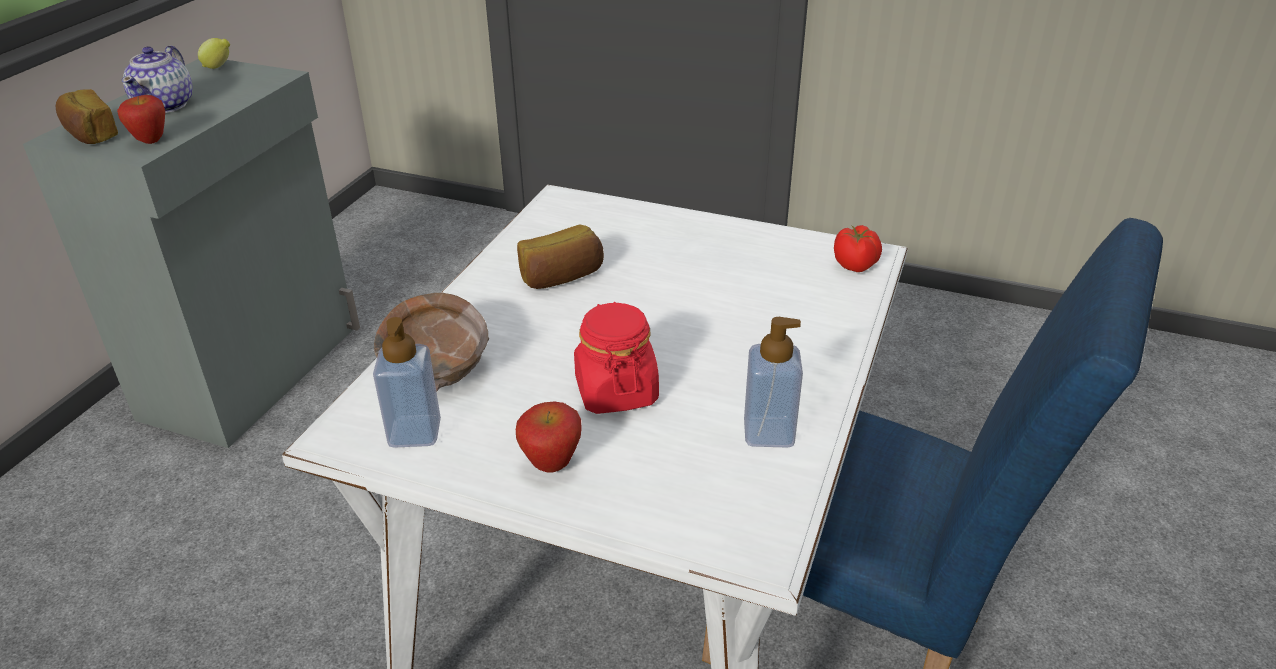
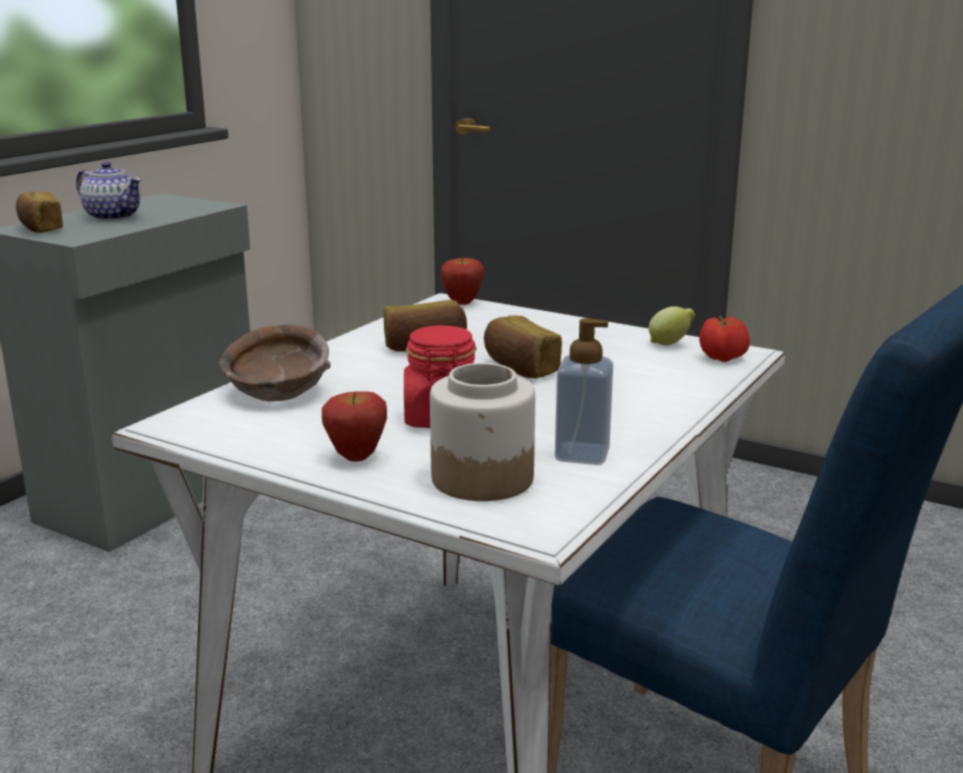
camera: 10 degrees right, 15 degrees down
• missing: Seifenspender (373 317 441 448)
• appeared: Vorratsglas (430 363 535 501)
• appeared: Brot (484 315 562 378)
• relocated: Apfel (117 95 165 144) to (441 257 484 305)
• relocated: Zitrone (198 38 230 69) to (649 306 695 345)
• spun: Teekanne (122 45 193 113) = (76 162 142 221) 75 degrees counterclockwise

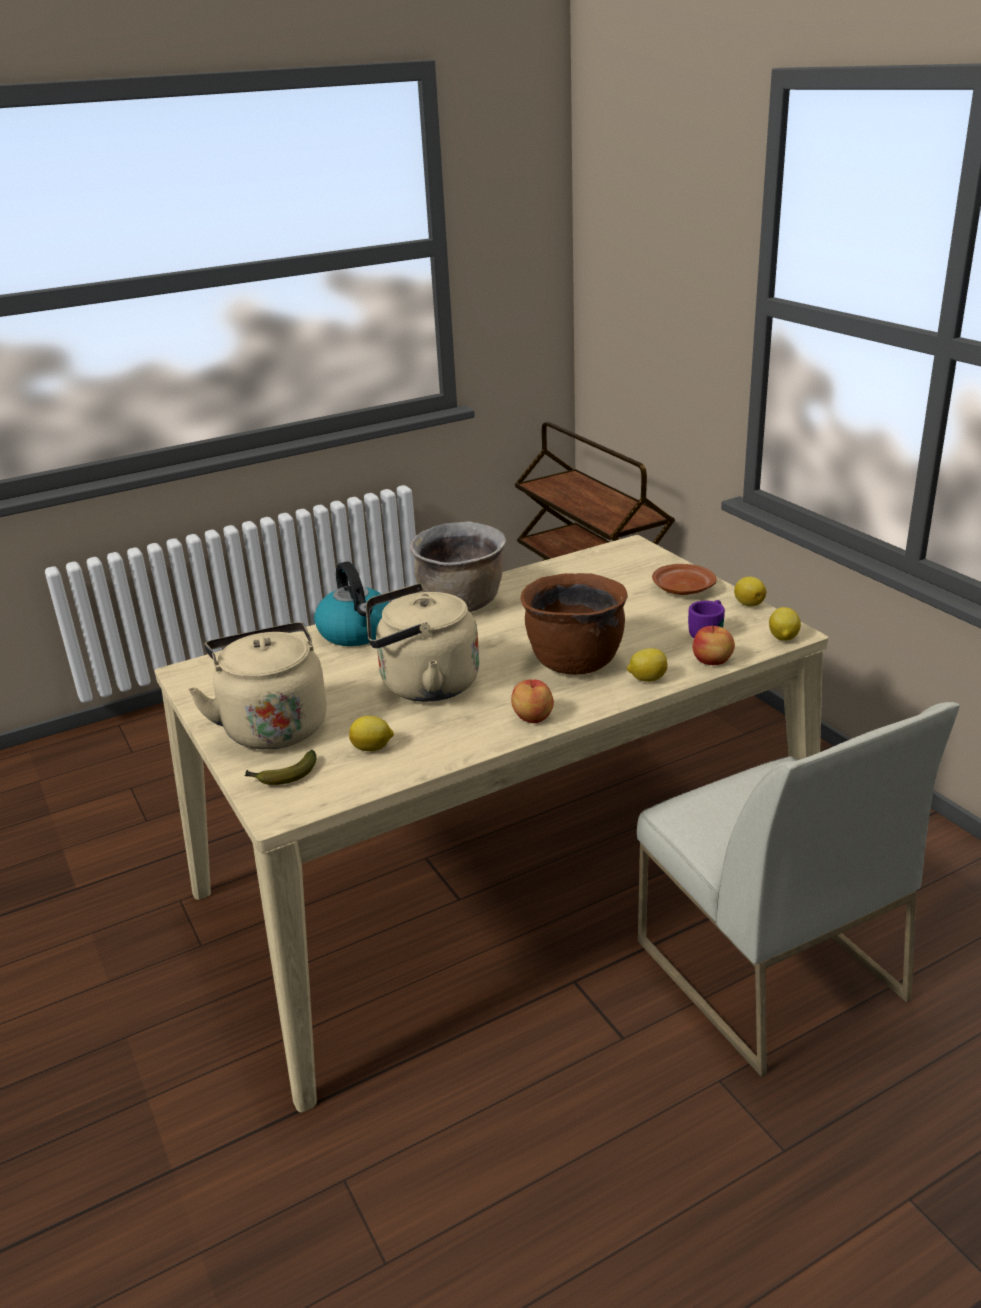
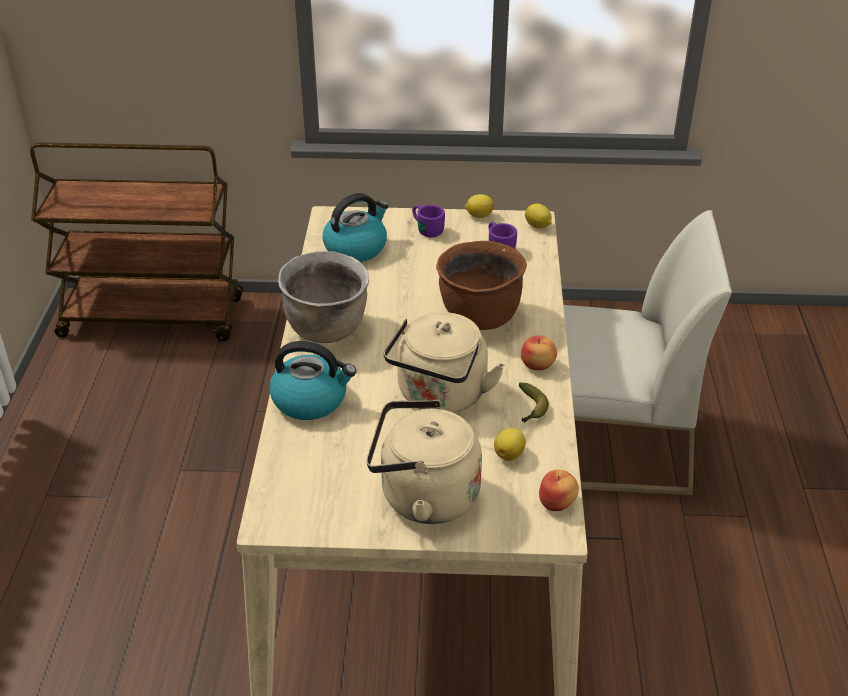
camera: 60 degrees left, 10 degrees up
• missing: Zitrone (627 648 667 682)
• appeared: Wasserkessel (323 193 388 262)
• relocated: Banane (245 750 317 785) to (519 382 549 423)
• relocated: Apfel (692 626 735 665) to (539 470 579 511)
• exchanged: Teller [braun] (652 564 717 595) to Henkelbecher [lila] (412 205 445 237)

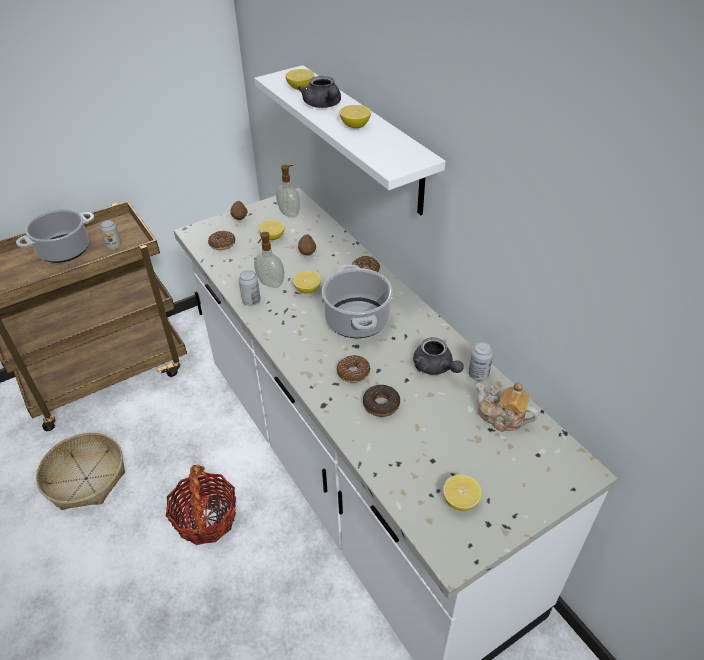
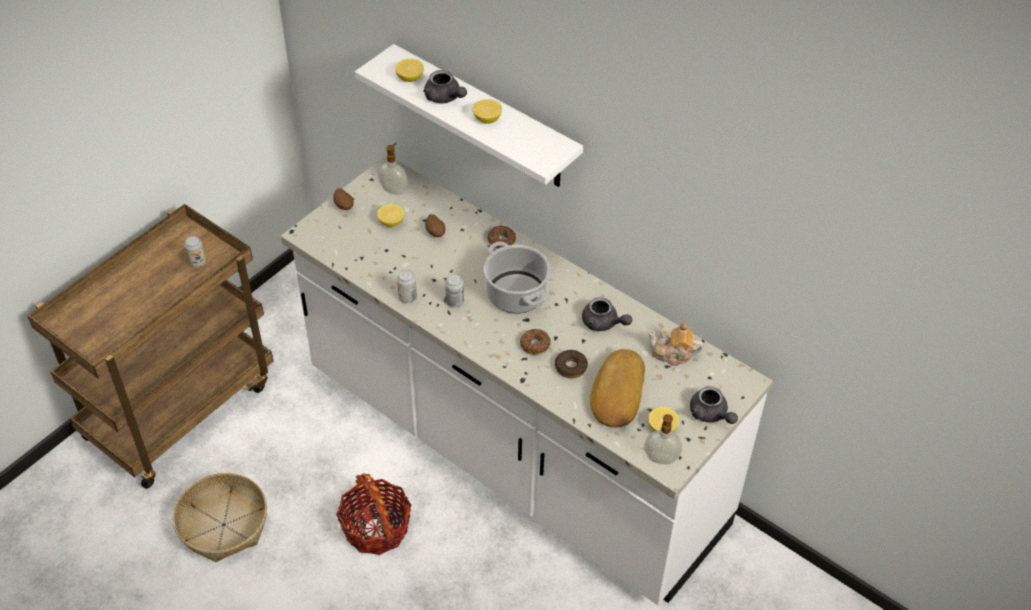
camera: 20 degrees left, 5 degrees up
• missing: Kochtopf (16 209 94 263)
• missing: Donut (208 231 236 250)
• missing: Zitrone (293 271 321 293)
• appeared: Brot (590 349 645 428)
• appeared: Teekanne [grau] (690 386 738 424)
• relocated: Seifenspender (254 232 284 288) to (644 414 682 464)
• relocated: Dose (468 342 493 381) to (445 274 464 308)

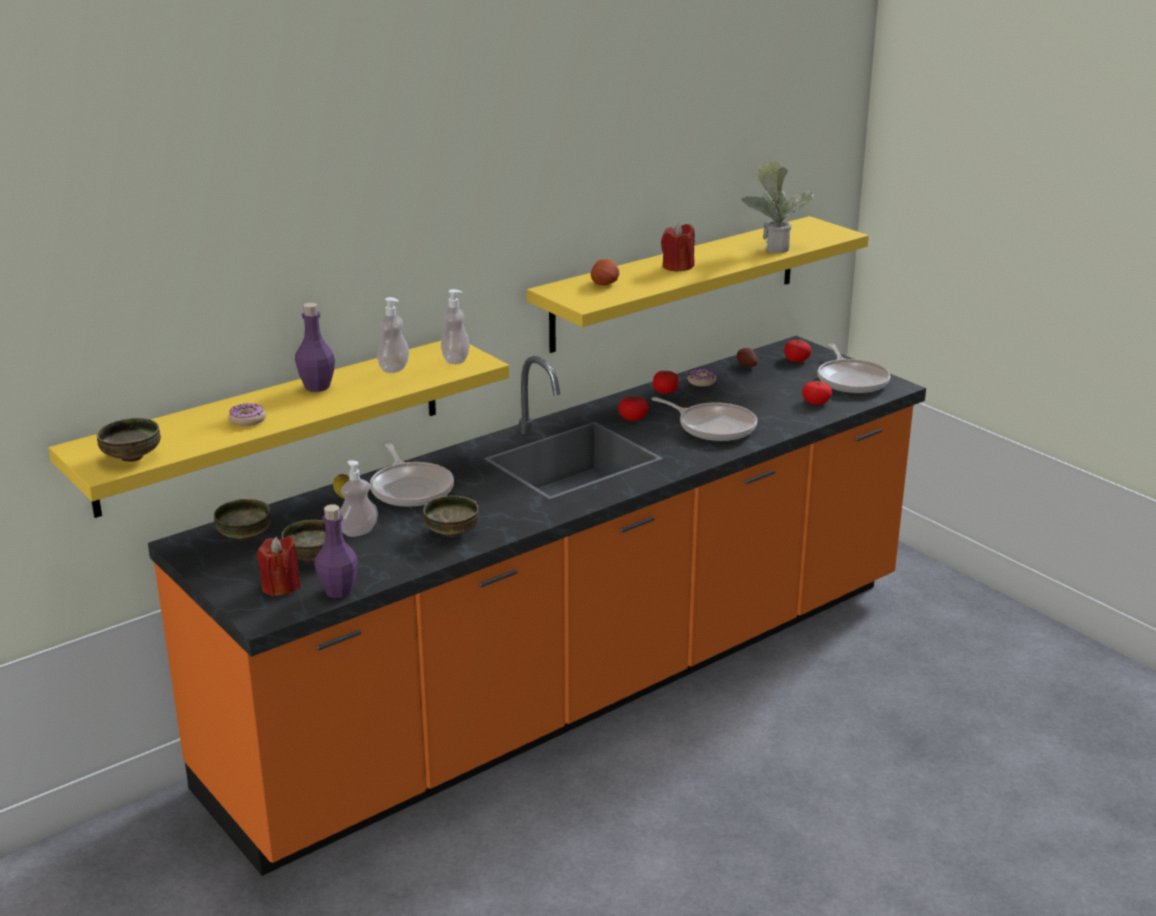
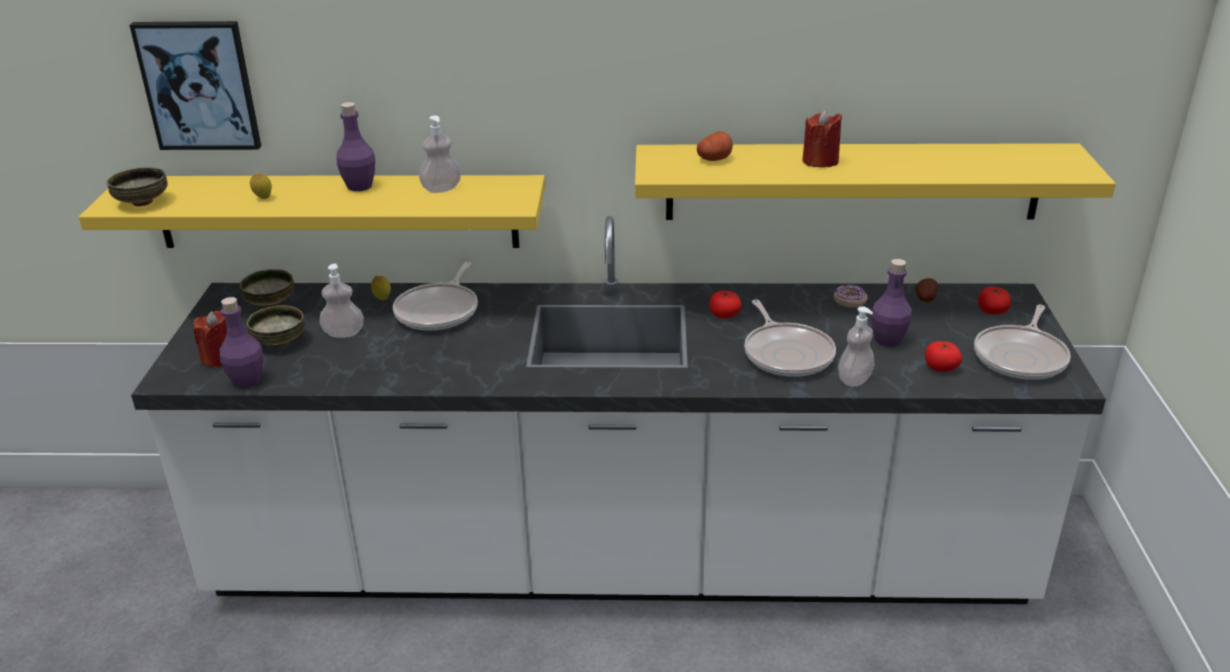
camera: 40 degrees right, 5 degrees up
• missing: Schüssel (423 496 479 537)
• missing: Tomate (653 371 679 394)
• missing: Topfpflanze (741 160 814 253)
• appeared: Bild (130 21 261 150)
• appeared: Flasche [lila] (871 259 912 347)
• relocated: Seifenspender (441 289 470 364) to (838 306 875 387)
• exchanged: Donut (229 403 266 426) to Zitrone (250 173 272 199)
• colour: Küchenzeile [orange] (148 336 926 876) to Küchenzeile [weiß] (131 216 1106 604)

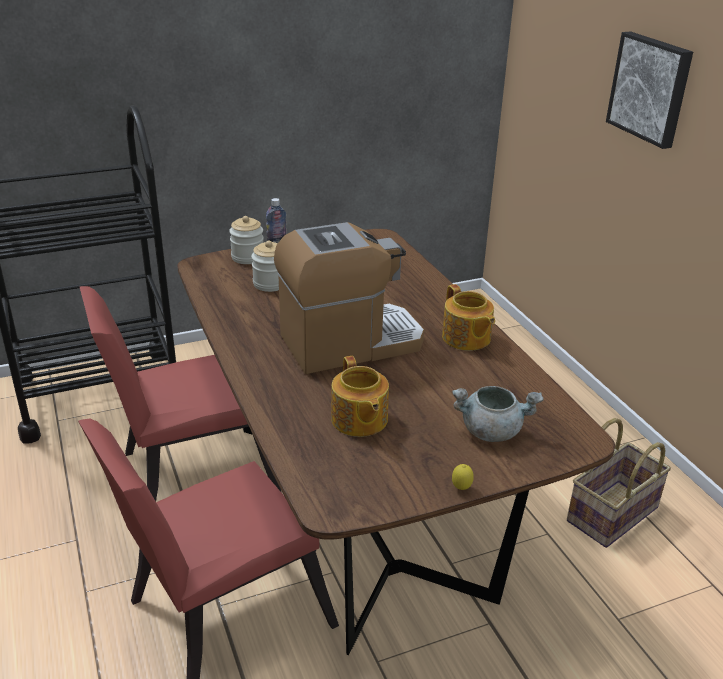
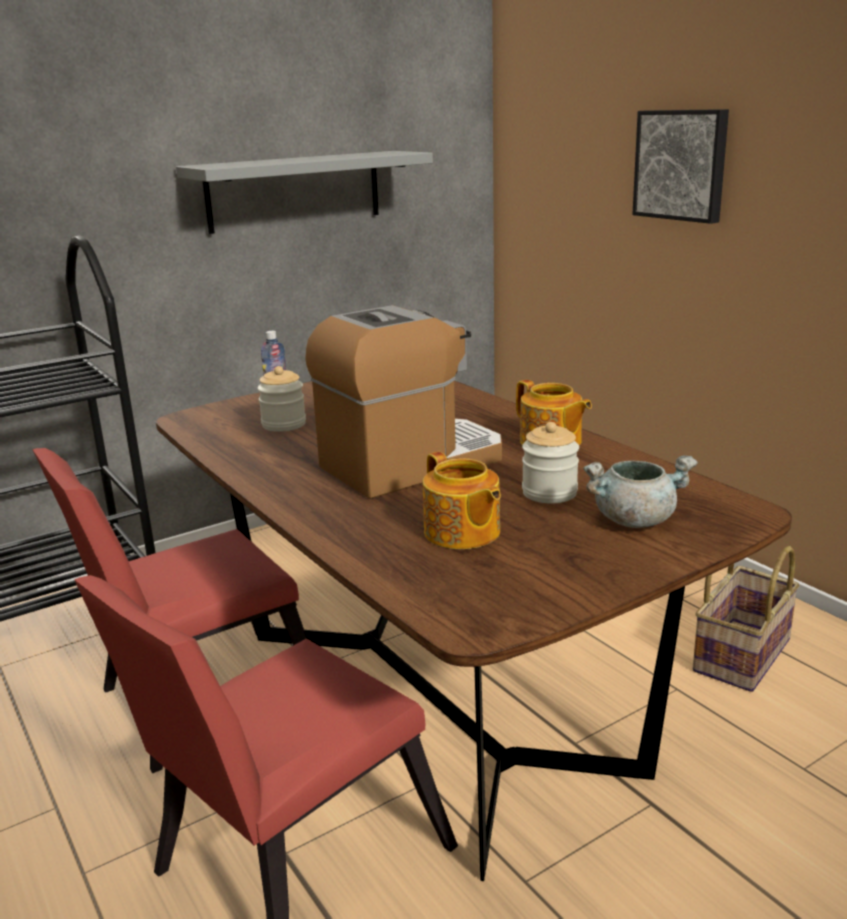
camera: 10 degrees left, 10 degrees down
• missing: Zitrone (452 464 474 490)
• appeared: Wandregal [grau] (176 151 433 234)
• relocated: Vorratsglas (229 216 264 264) to (522 422 579 503)

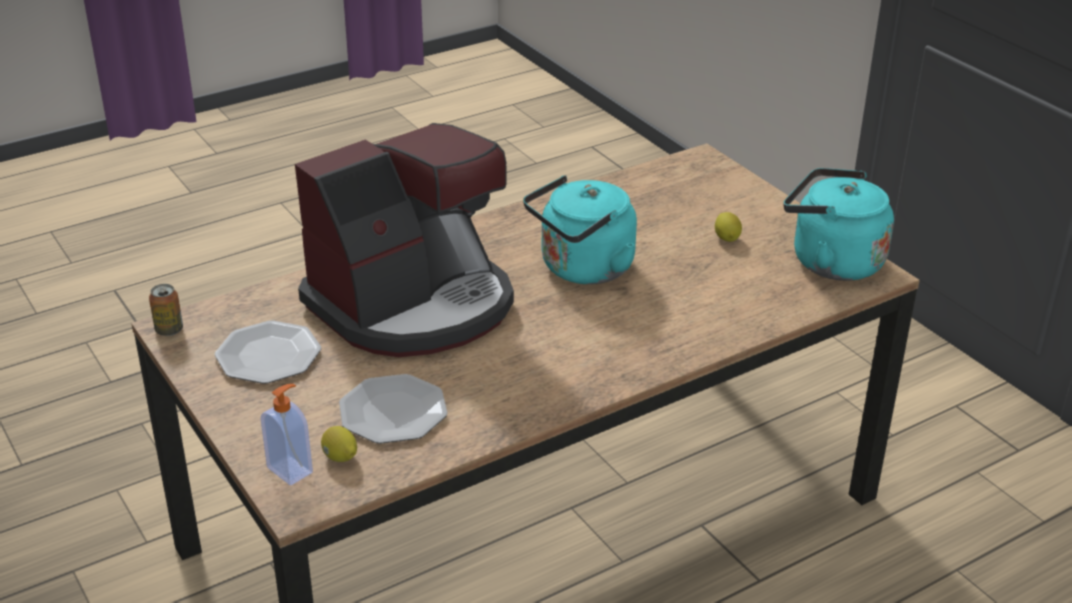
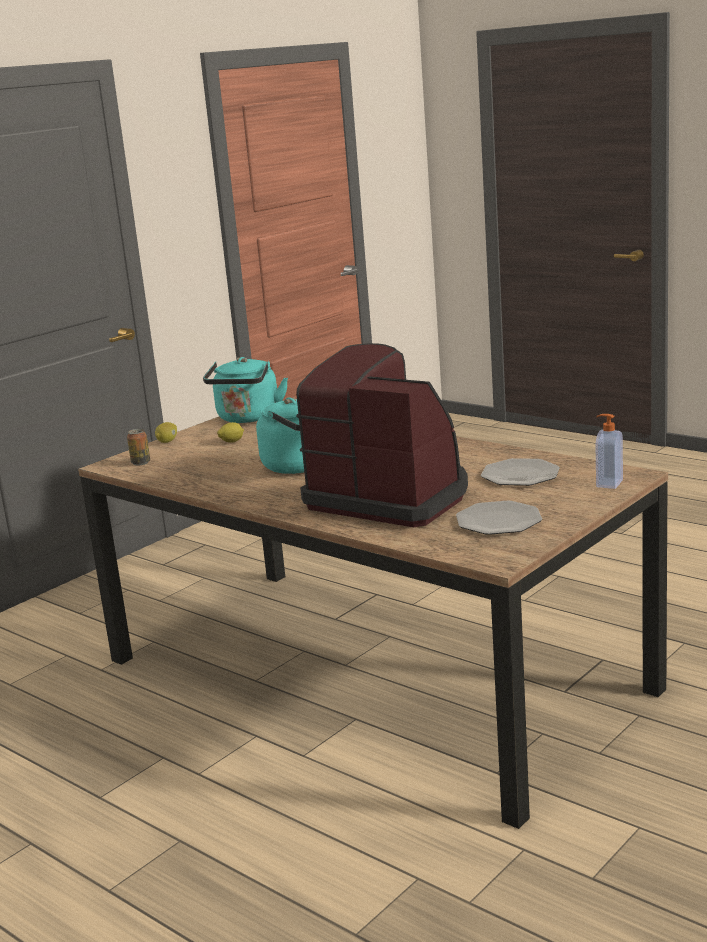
camera: 105 degrees left, 15 degrees down
• relocated: Dose (149 284 183 336) to (127 429 150 466)
• relocated: Zitrone (321 426 357 462) to (155 422 177 443)

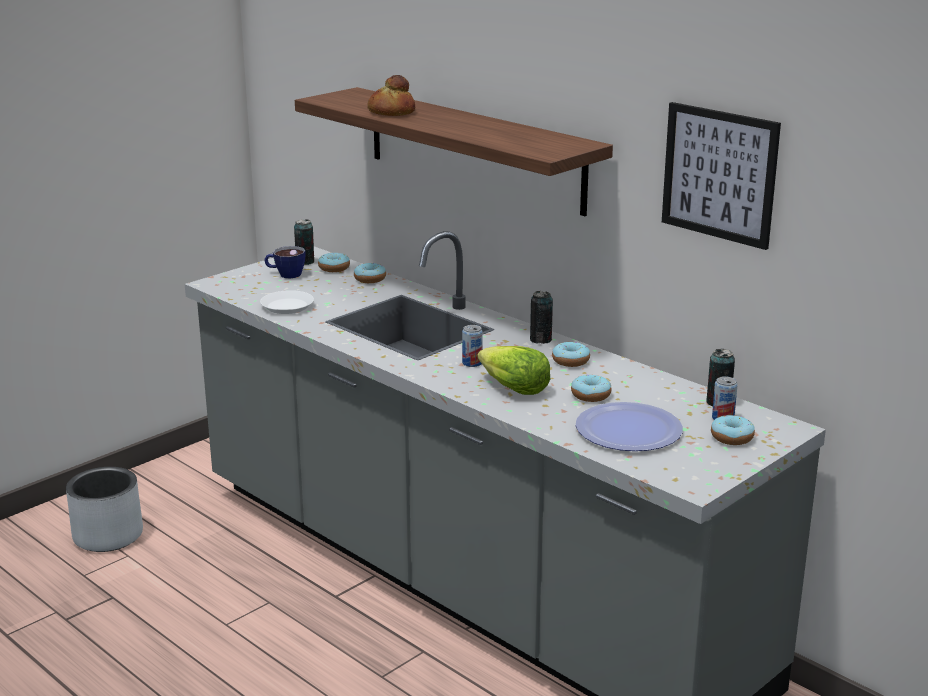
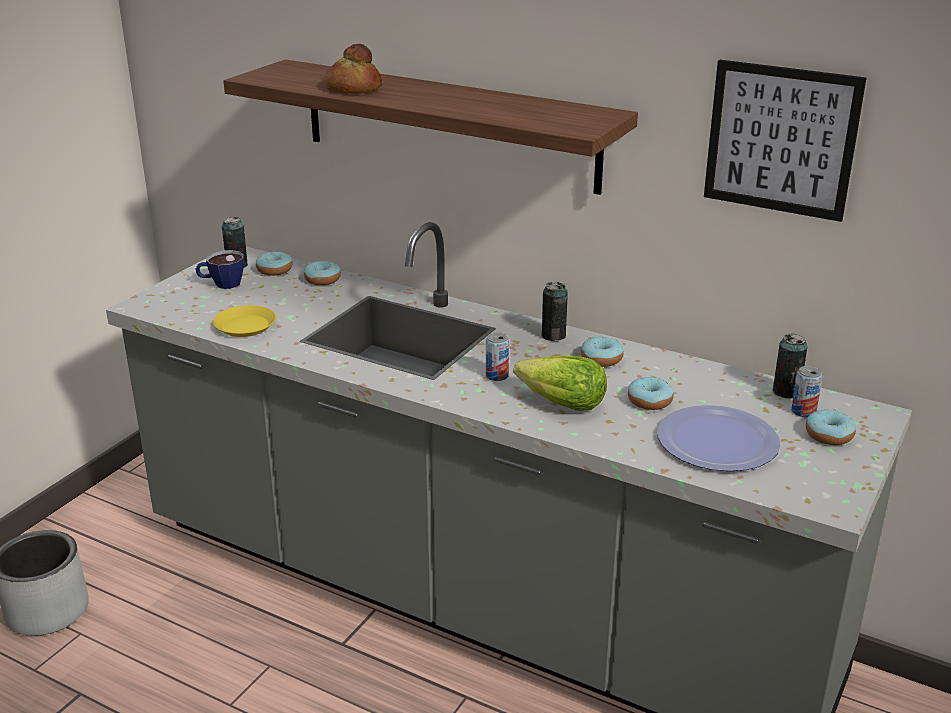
camera: 15 degrees left, 5 degrees up
• colour: Teller [weiß] (260 290 314 314) to Teller [gelb] (213 305 276 337)

